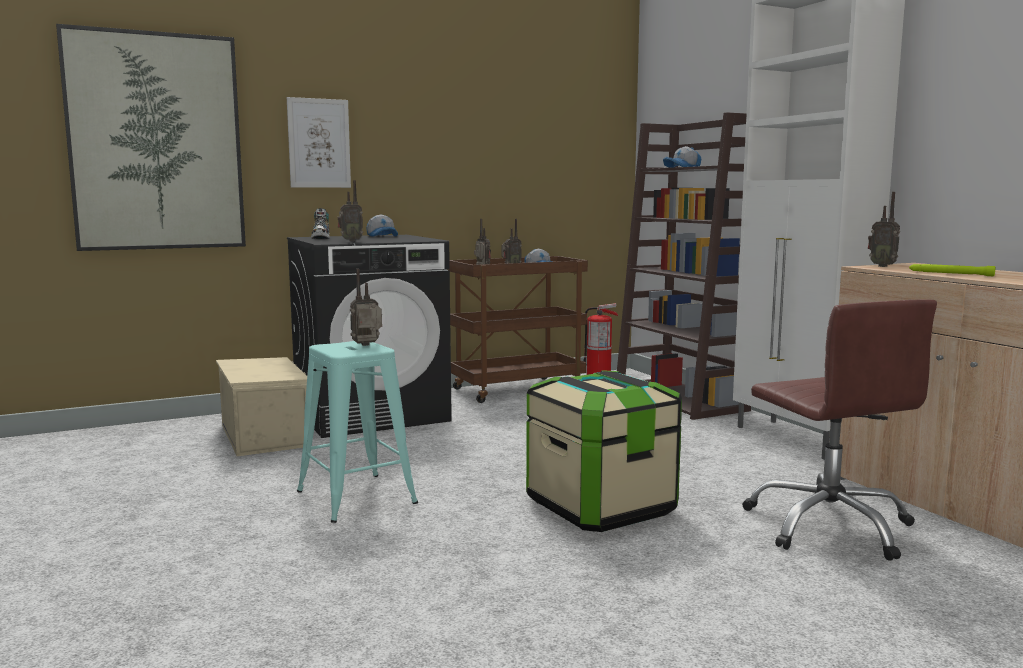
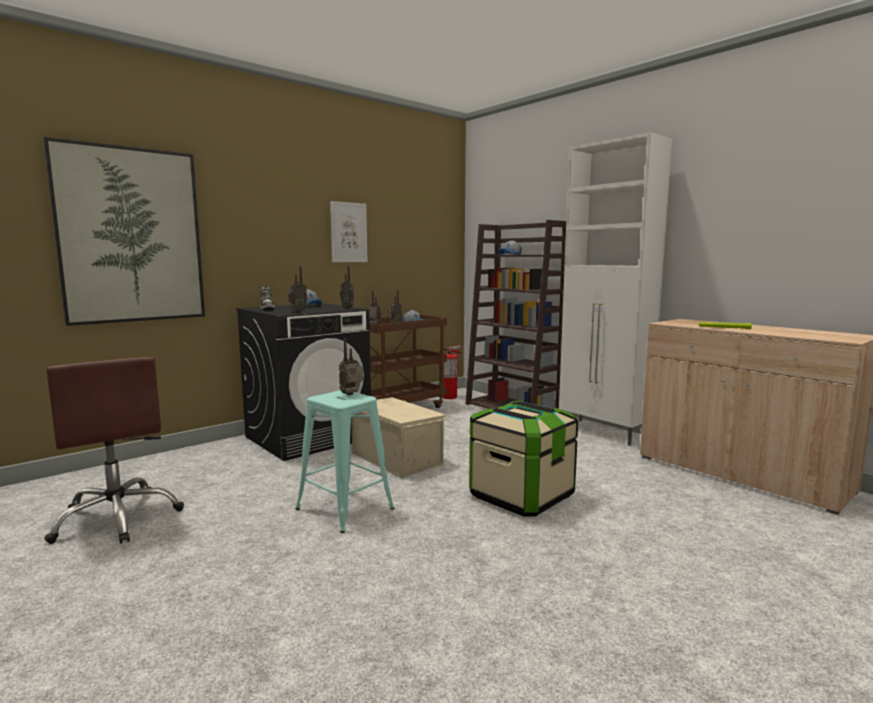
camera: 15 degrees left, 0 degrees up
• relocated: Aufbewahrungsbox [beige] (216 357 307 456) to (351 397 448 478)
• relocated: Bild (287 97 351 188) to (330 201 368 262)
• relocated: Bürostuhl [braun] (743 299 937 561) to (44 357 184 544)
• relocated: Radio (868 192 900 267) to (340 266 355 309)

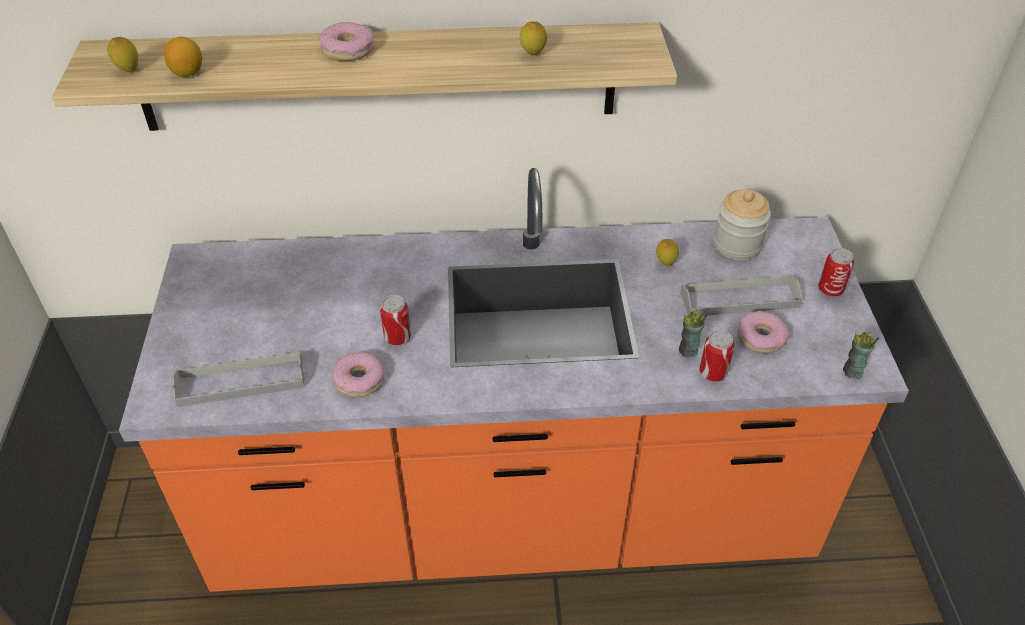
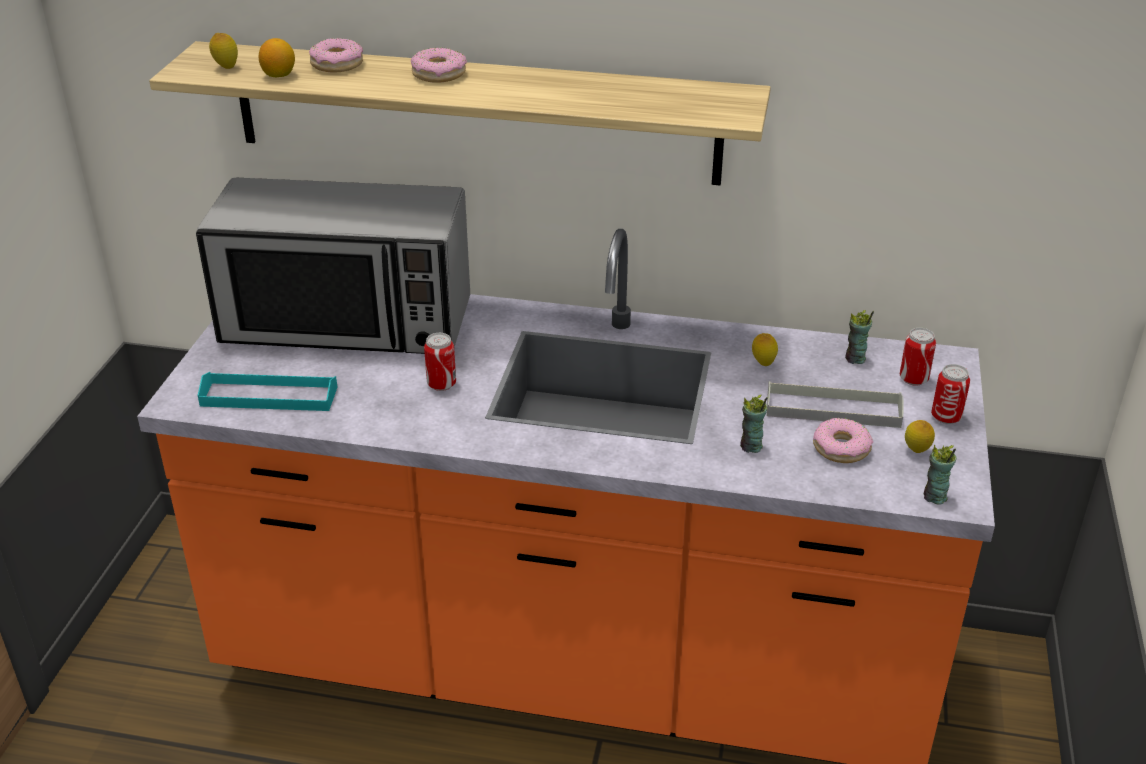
camera: 15 degrees right, 10 degrees down
• appeared: Mikrowelle (196 178 470 354)
• relocated: Donut (331 352 384 397) to (309 38 363 73)
• relocated: Zitrone (520 21 547 55) to (905 420 935 453)
• relocated: Dose (700 330 734 382) to (900 328 936 386)
• exchanged: Vorratsglas (713 190 771 260) to Tasse (845 310 874 364)
• colour: Tablett [grau] (173 351 304 407) to Tablett [türkis] (197 372 337 411)

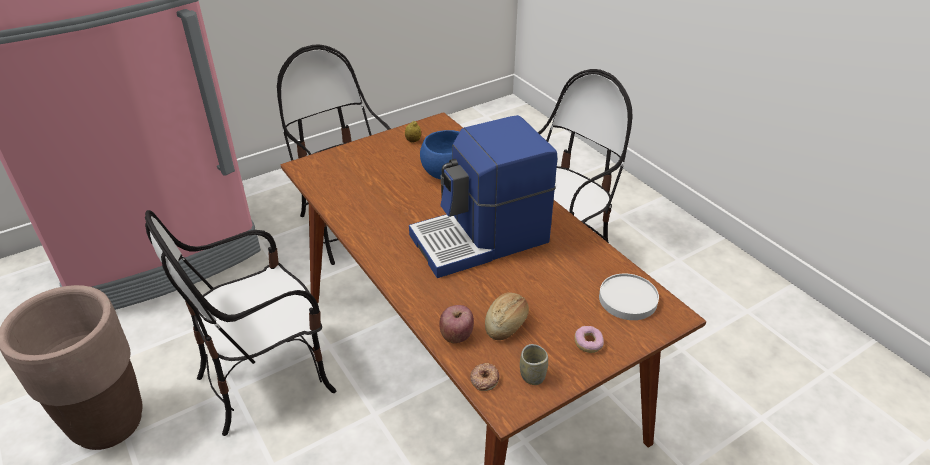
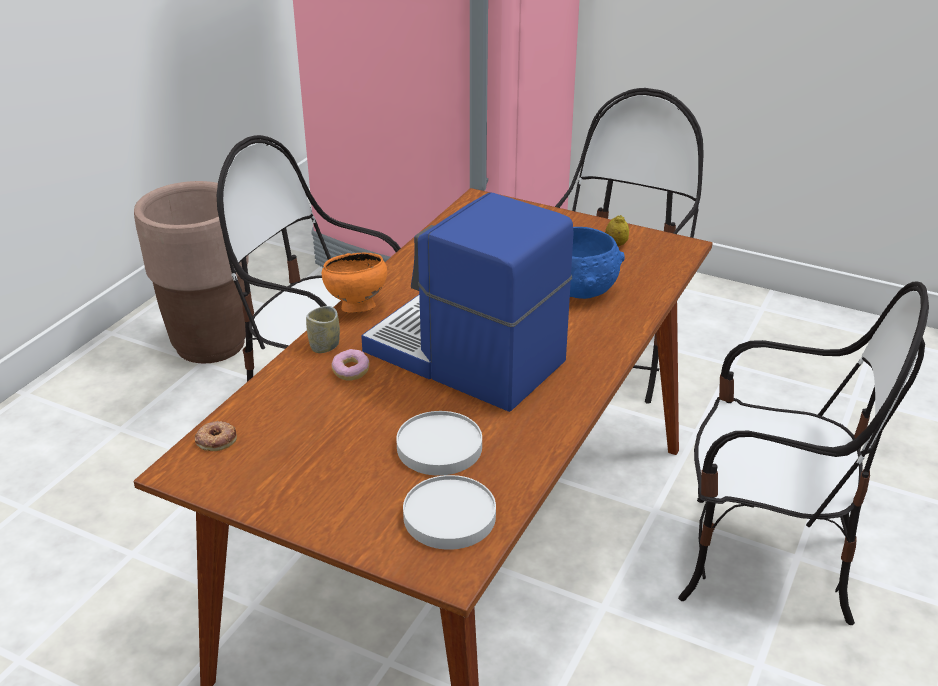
camera: 60 degrees right, 5 degrees down
• missing: Apfel (439 305 474 343)
• missing: Brot (485 292 529 340)
• appeared: Schüssel [orange] (322 253 387 313)
• appeared: Teller [weiß] (396 411 482 476)
• relocated: Tasse (520 344 548 385) to (306 306 340 353)
• relocated: Donut (575 326 604 353) to (331 349 370 380)

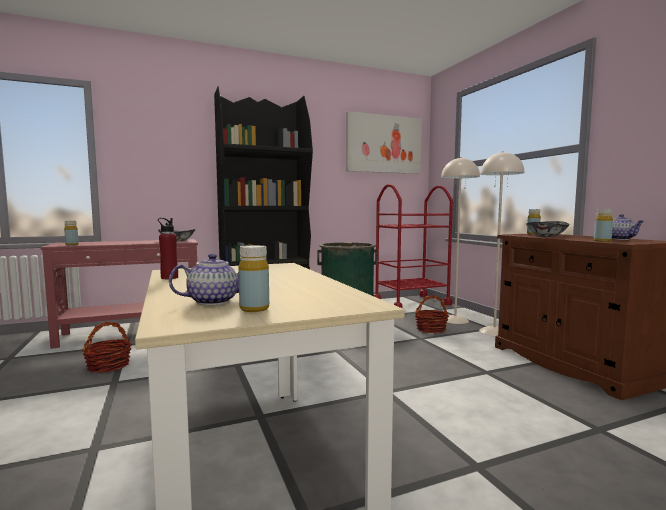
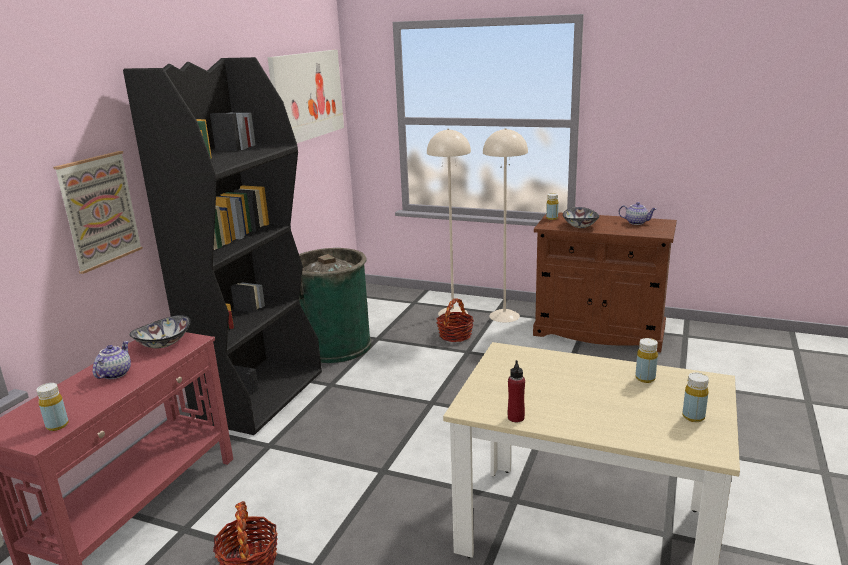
camera: 45 degrees left, 15 degrees up
• missing: Rollwagen [rot] (373 184 453 308)
• appeared: Bild (53 151 143 274)
• relocated: Teekanne (169 253 239 305) to (93 341 131 379)
• relocated: Flasche [gelb] (594 209 613 242) to (635 338 658 383)

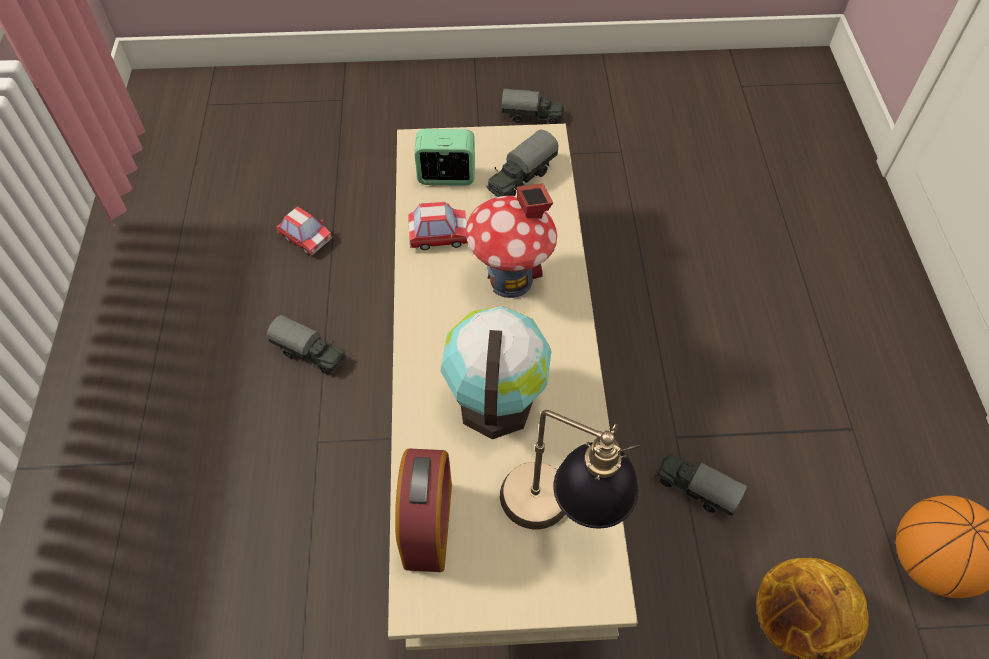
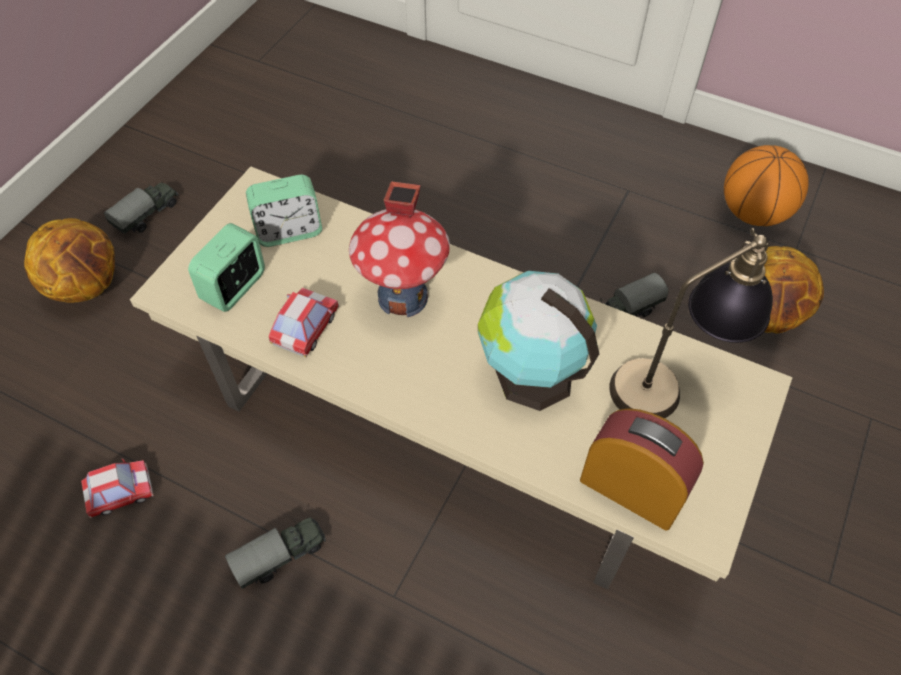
camera: 60 degrees left, 0 degrees up
• appeared: Basketball (24 218 115 303)
• exchanged: Spielzeuglaster (487 130 559 197) to Wecker (246 175 322 247)

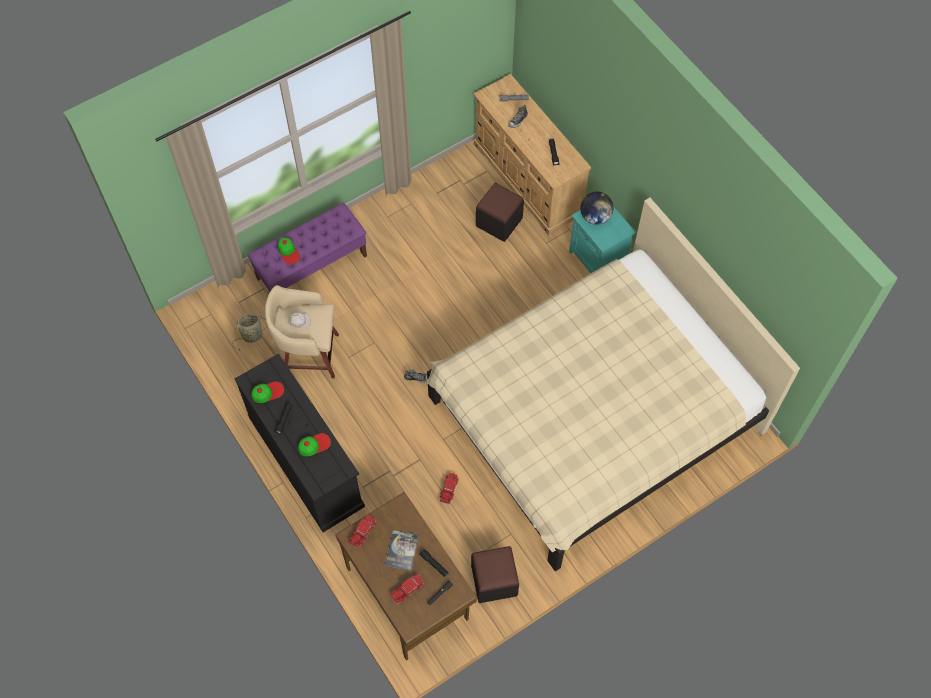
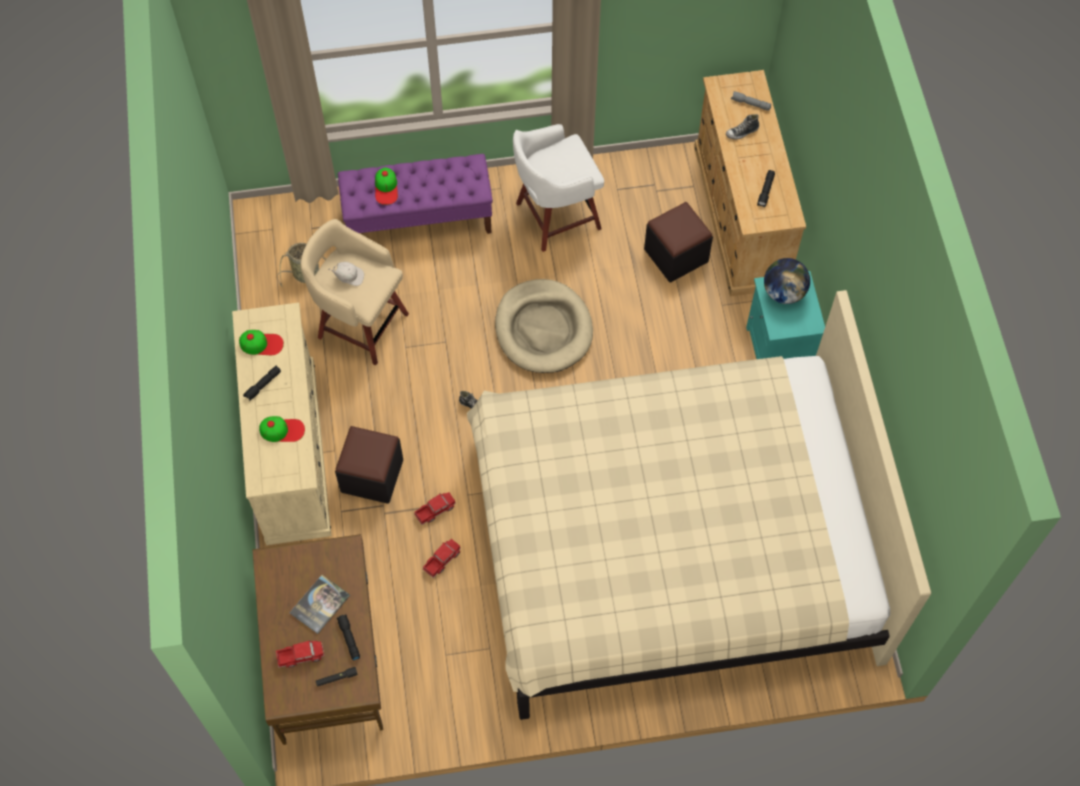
camera: 25 degrees right, 0 degrees up
• appeared: Hundebett [beige] (495 279 593 373)
• appeared: Hocker [weiß] (513 124 604 252)
• relocated: Spielzeuglaster (349 515 376 549) to (414 492 456 525)
• relocated: Polsterhocker [schwarz] (471 546 519 603) to (335 426 403 504)
• colour: Kommode [schwarz] (234 353 365 532) to Kommode [beige] (232 303 332 545)

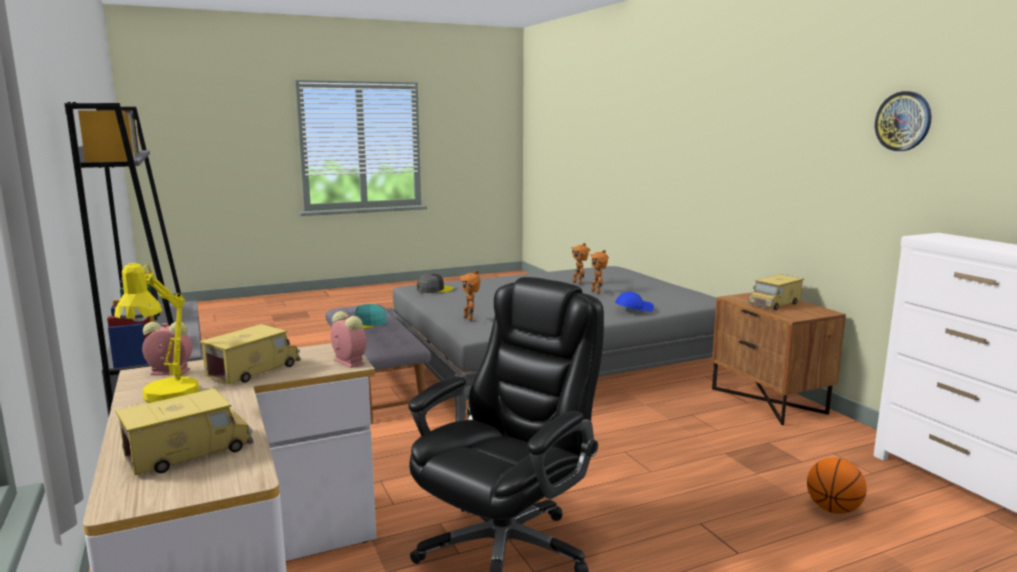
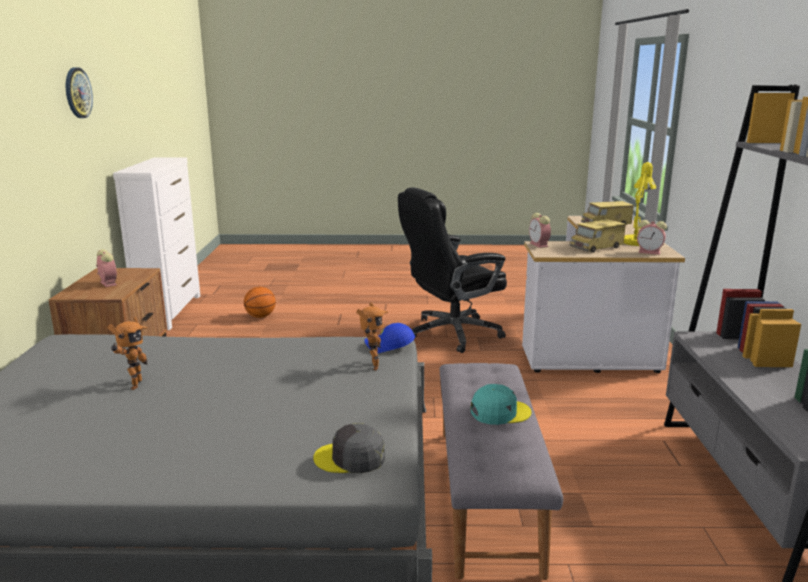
camera: 155 degrees left, 5 degrees up
• missing: Spielzeugroboter (571 243 590 284)
• relocated: Kappe [blau] (615 292 654 312) to (364 323 415 353)
• exchanged: Spielzeuglaster (748 274 804 310) to Wecker (96 249 117 287)

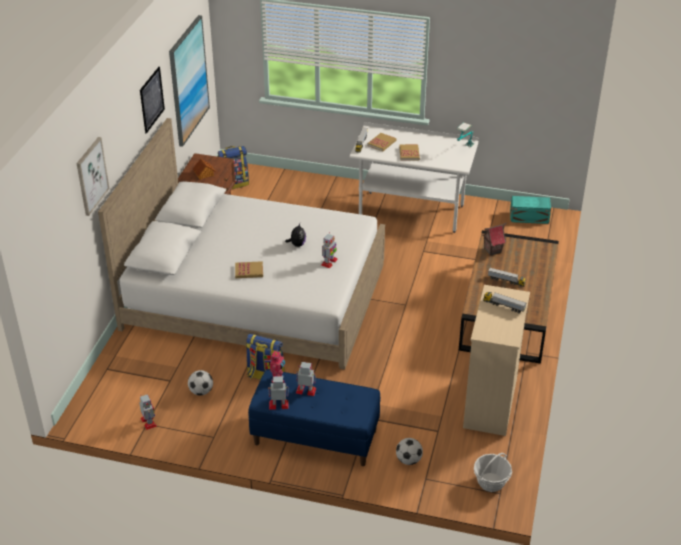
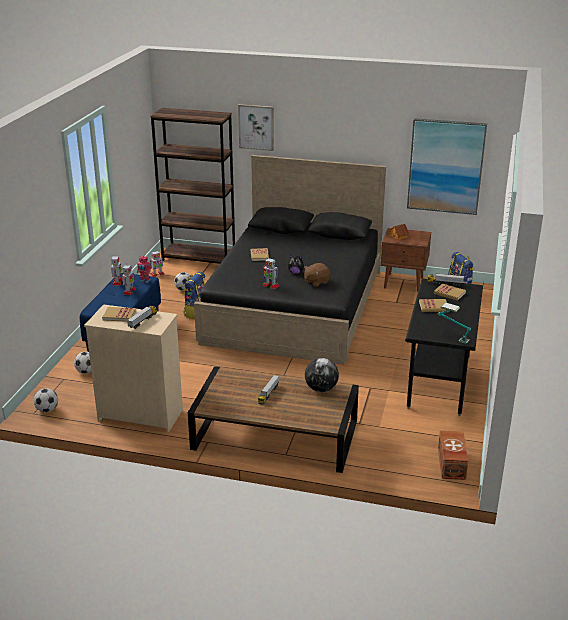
camera: 90 degrees right, 10 degrees down
• missing: Bild (140 67 165 134)
• appeared: Buch (102 307 136 322)
• appeared: Bücherregal [braun] (150 108 235 264)
• appeared: Plüschtier [braun] (304 263 330 287)
• exchanged: Korb (474 453 512 492) to Fußball (34 388 58 412)
• exchanged: Spielzeughaus (482 223 507 256) to Globus (305 358 339 392)
• colour: Bett [weiß] (98 118 385 370) to Bett [schwarz] (194 155 386 365)
• colour: Schreibtisch [weiß] (350 122 479 233) to Schreibtisch [schwarz] (405 279 484 416)
• colour: Aufbewahrungsbox [türkis] (510 196 551 224) to Aufbewahrungsbox [braun] (438 430 468 480)

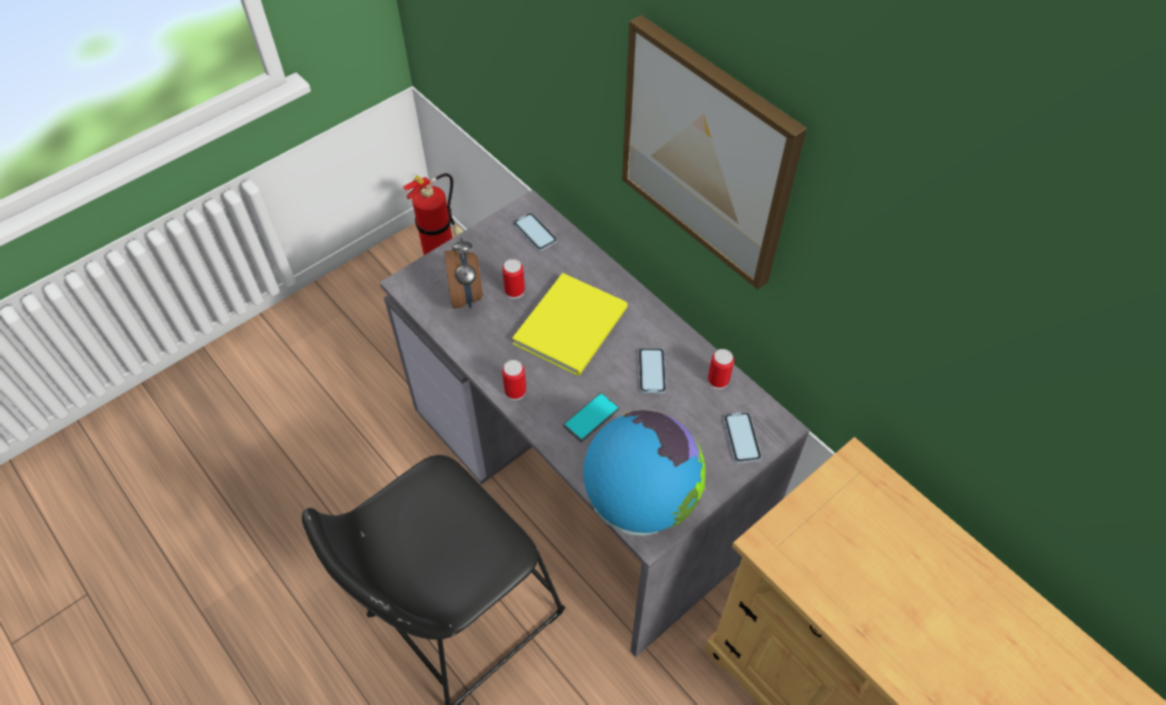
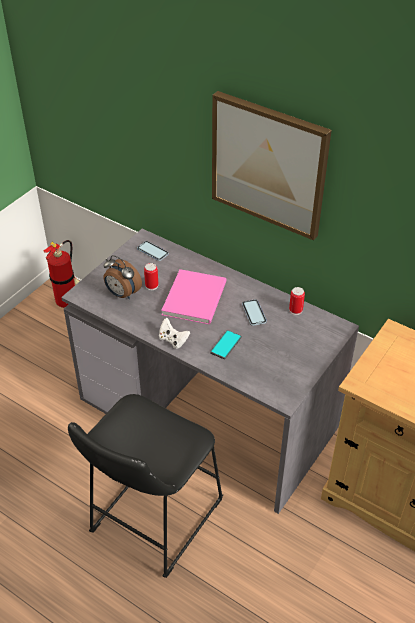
camera: 15 degrees left, 10 degrees down
• missing: Globus (583 410 706 536)
• missing: Handy (723 412 762 463)
• exchanged: Dose (502 360 526 400) to Gamepad [weiß] (159 318 190 349)
• colour: Buch [gelb] (512 273 628 376) to Buch [rosa] (161 269 226 324)
• spun: Wecker (445 237 483 309) = (103 255 142 299) 150 degrees clockwise

